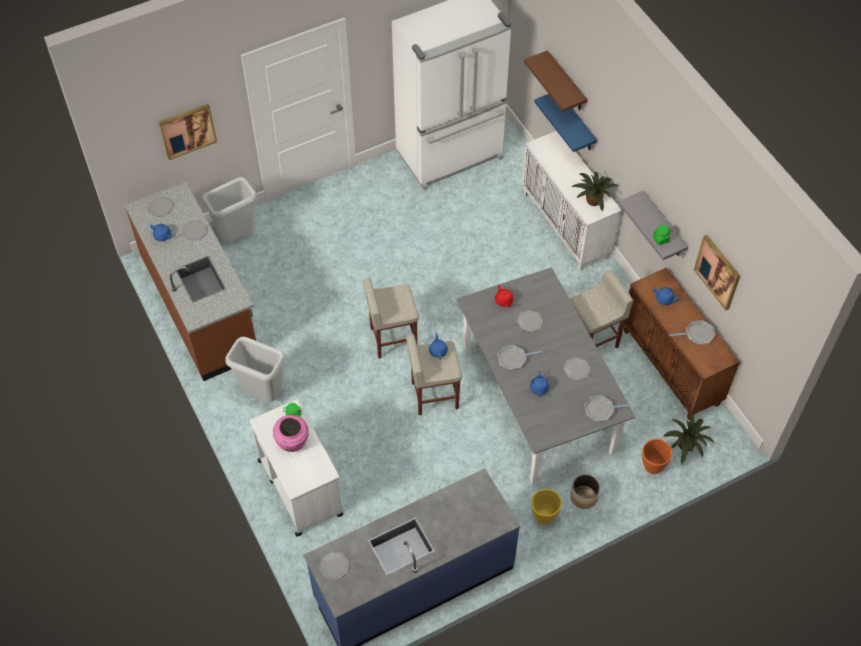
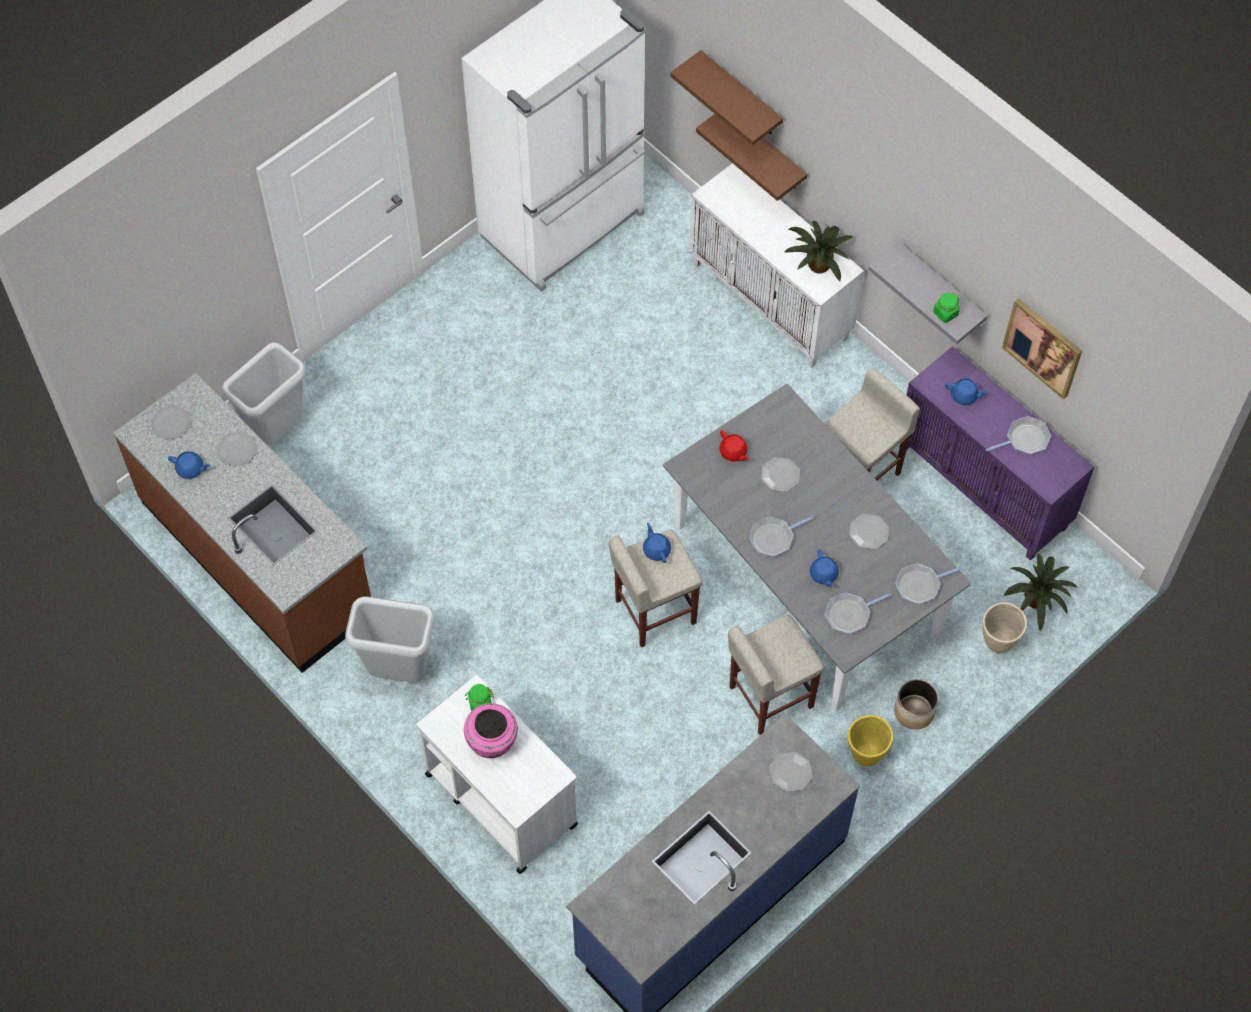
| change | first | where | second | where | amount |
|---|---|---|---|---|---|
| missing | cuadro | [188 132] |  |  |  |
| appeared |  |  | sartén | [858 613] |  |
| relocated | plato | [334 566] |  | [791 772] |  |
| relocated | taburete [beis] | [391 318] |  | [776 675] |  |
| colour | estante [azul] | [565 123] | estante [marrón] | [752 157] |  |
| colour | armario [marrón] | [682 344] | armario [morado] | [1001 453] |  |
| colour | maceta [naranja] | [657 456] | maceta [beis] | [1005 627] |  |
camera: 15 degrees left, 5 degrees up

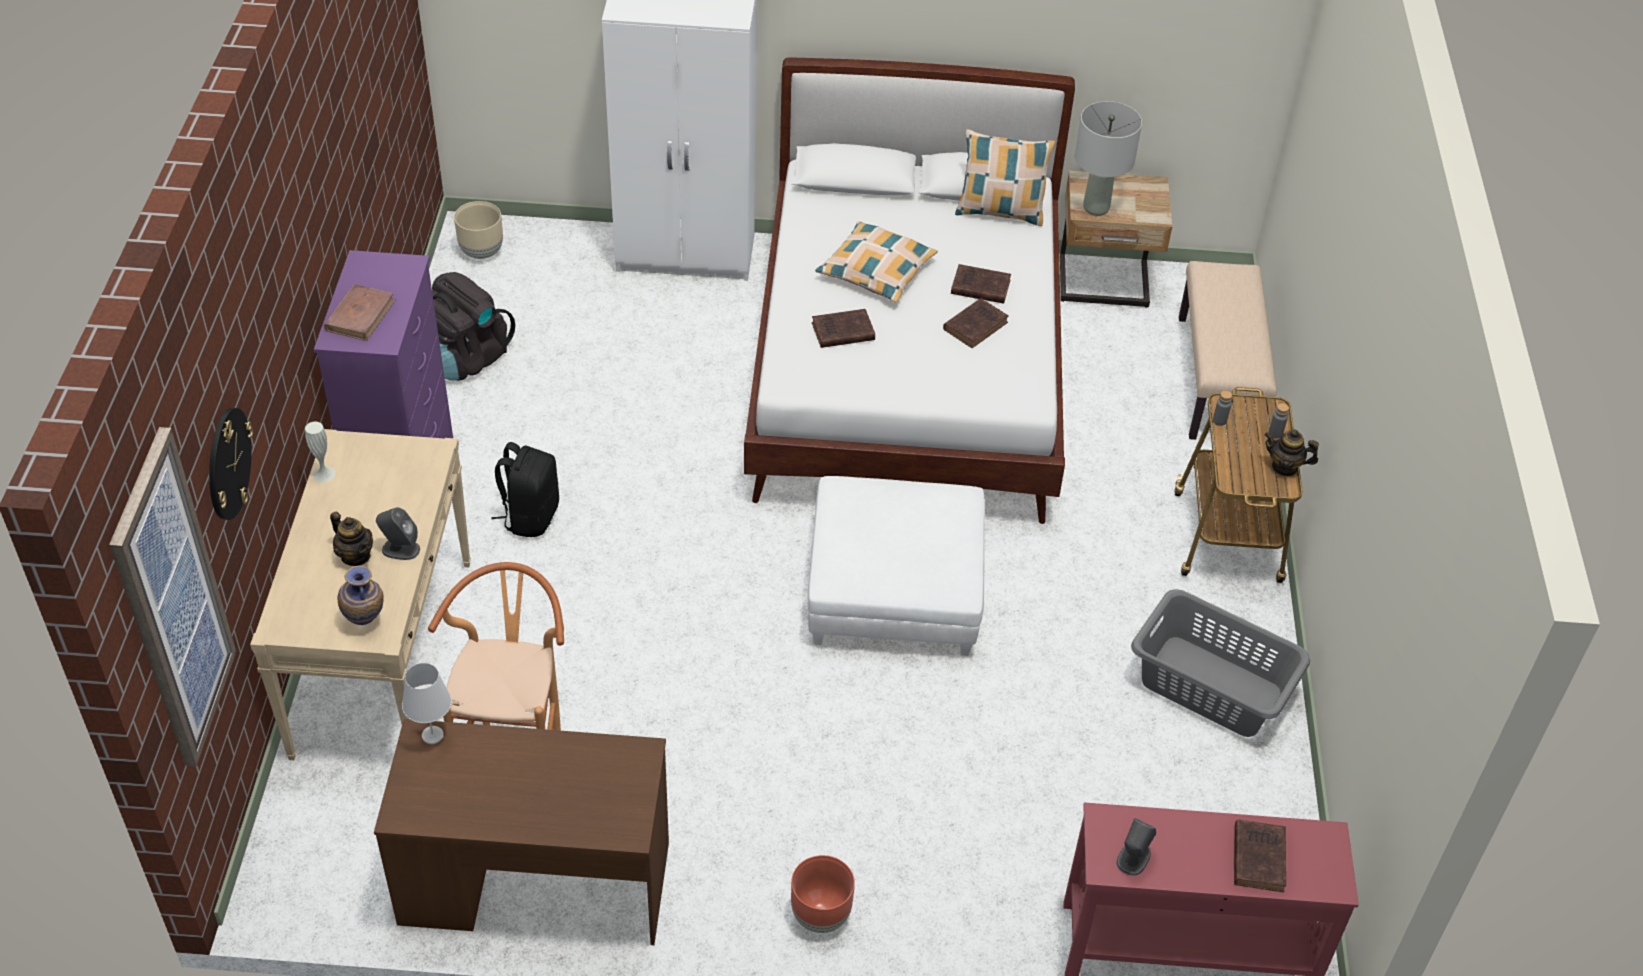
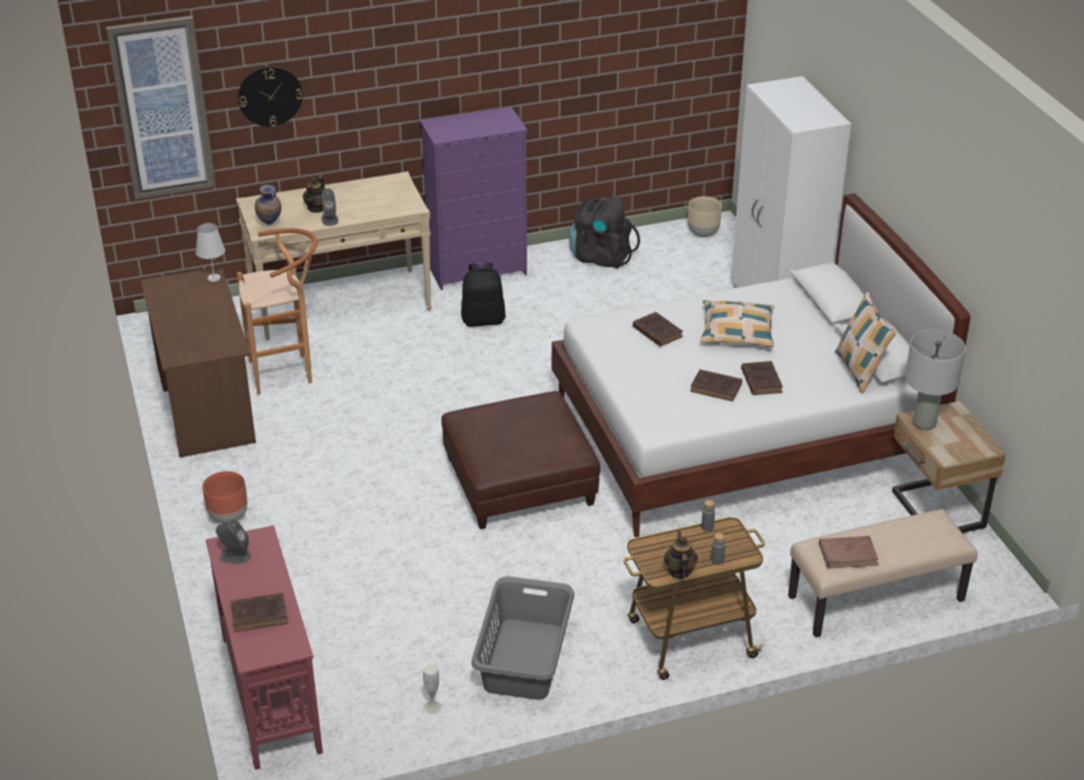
| change | first | where | second | where | amount |
|---|---|---|---|---|---|
| relocated | florero [blanco] | [320 452] |  | [432 689] |  |
| relocated | libro [marrón] | [360 312] |  | [849 552] |  |
| colour | puf [blanco] | [896 566] | puf [marrón] | [520 460] |  |
camera: 70 degrees right, 10 degrees down

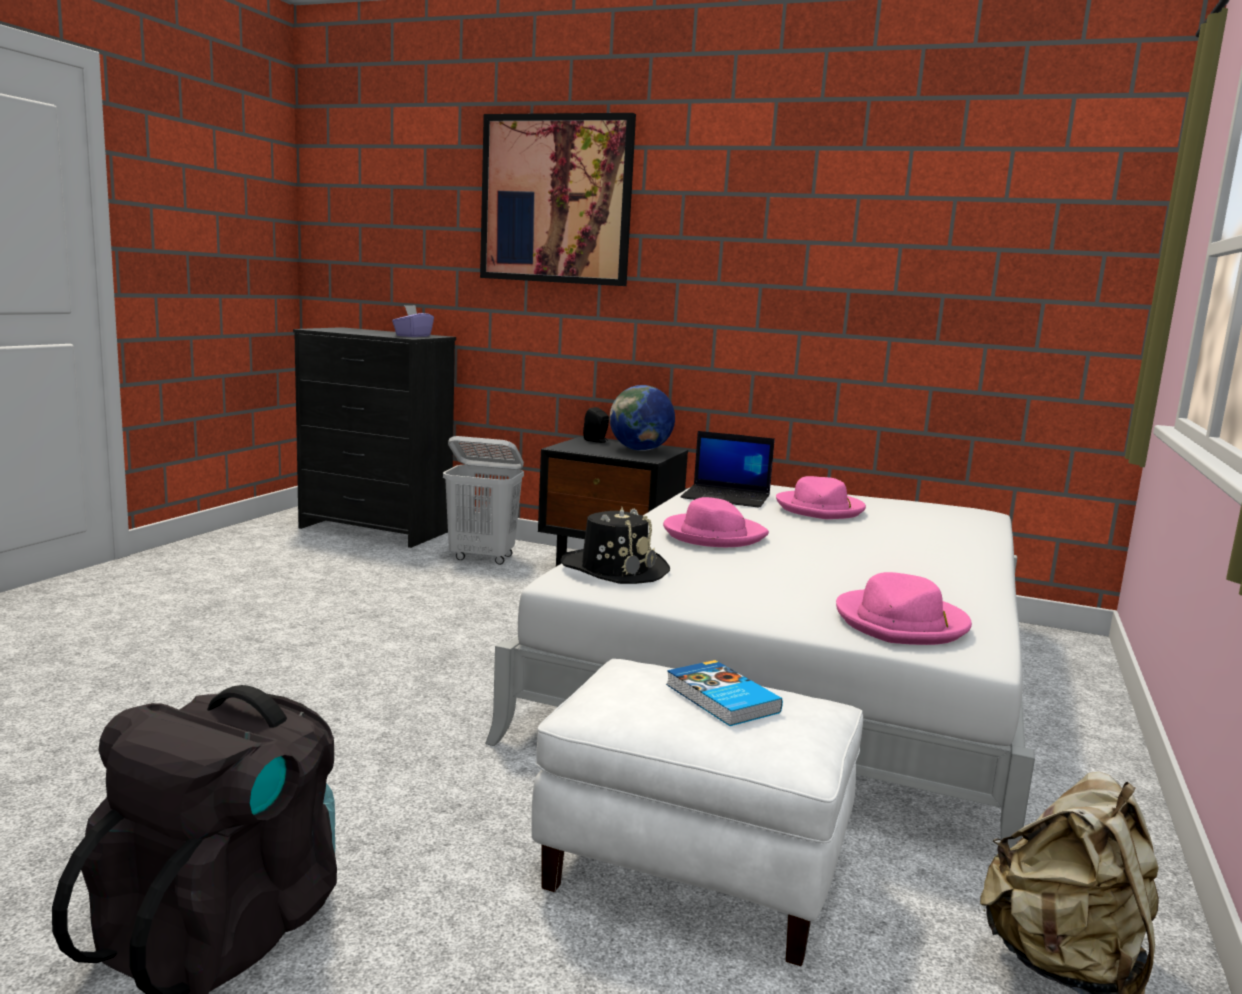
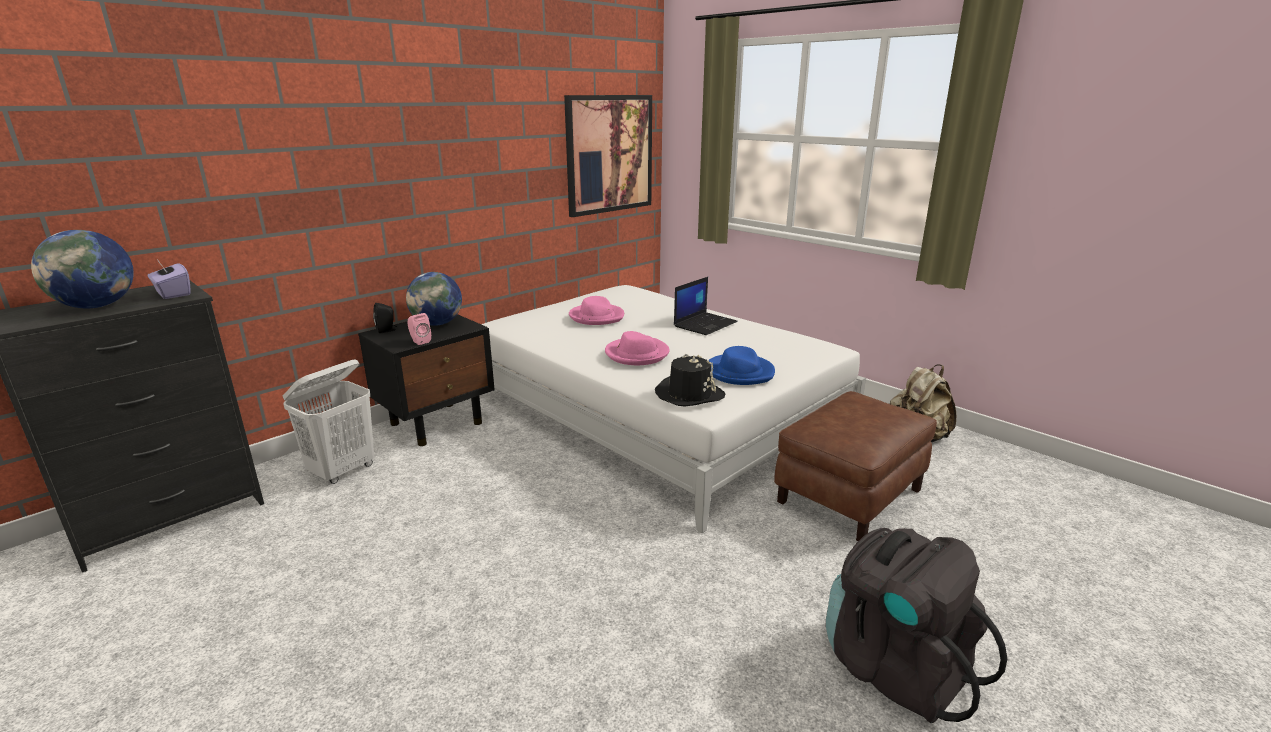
| change | first | where | second | where | amount |
|---|---|---|---|---|---|
| missing | libro | [724 693] |  |  |  |
| missing | sombrero [rosa] | [904 608] |  |  |  |
| appeared |  |  | globo terráqueo | [82 269] |  |
| appeared |  |  | altavoz [rosa] | [419 329] |  |
| appeared |  |  | sombrero [azul] | [741 365] |  |
| relocated | cuadro | [558 199] |  | [608 156] |  |
| relocated | portátil | [728 469] |  | [706 306] |  |
| colour | puf [blanco] | [697 812] | puf [marrón] | [855 466] |  |
camera: 65 degrees left, 10 degrees up

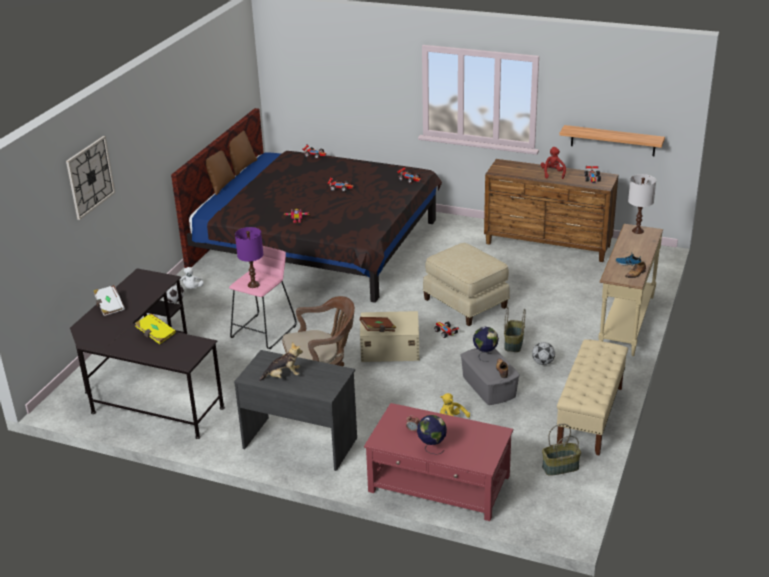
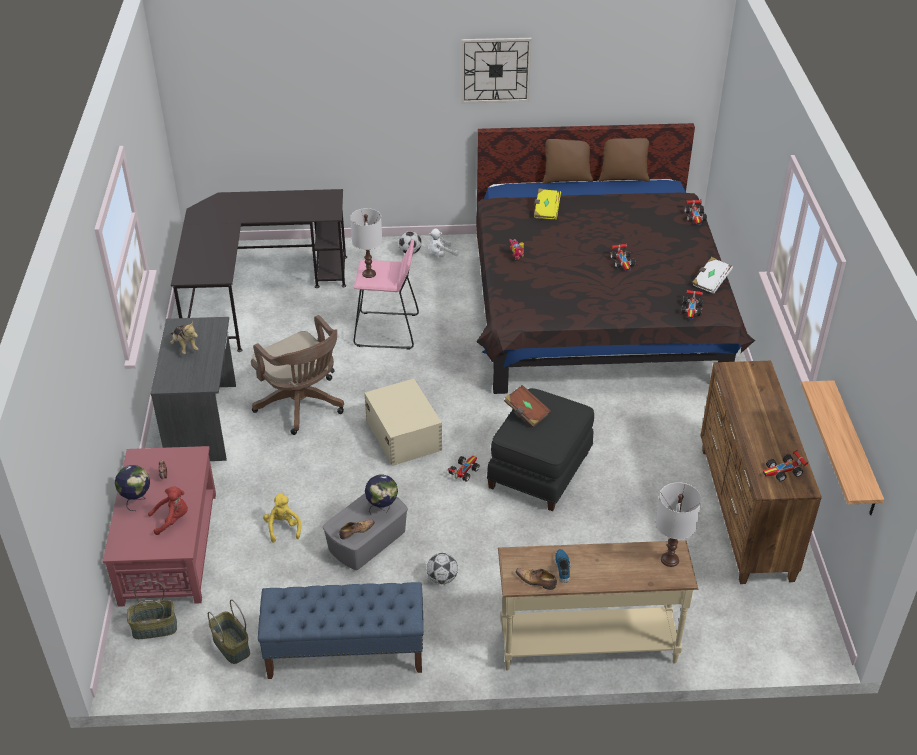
| change | first | where | second | where | amount |
|---|---|---|---|---|---|
| relocated | reloj de pared | [90 178] |  | [497 70] |  |
| relocated | libro [blanco] | [109 300] |  | [713 275] |  |
| relocated | libro [amarillo] | [155 328] |  | [547 204] |  |
| relocated | libro [marrón] | [378 324] |  | [527 406] |  |
| relocated | cesta | [514 329] |  | [152 610] |  |
| relocated | peluche [rojo] | [553 163] |  | [168 510] |  |
| colour | lámpara de mesa [morado] | [249 257] | lámpara de mesa [blanco] | [366 243] |  |
| colour | puf [beis] | [466 284] | puf [negro] | [540 449] |  |
| colour | banco [beis] | [592 398] | banco [azul] | [341 630] |  |
camera: 65 degrees right, 10 degrees up

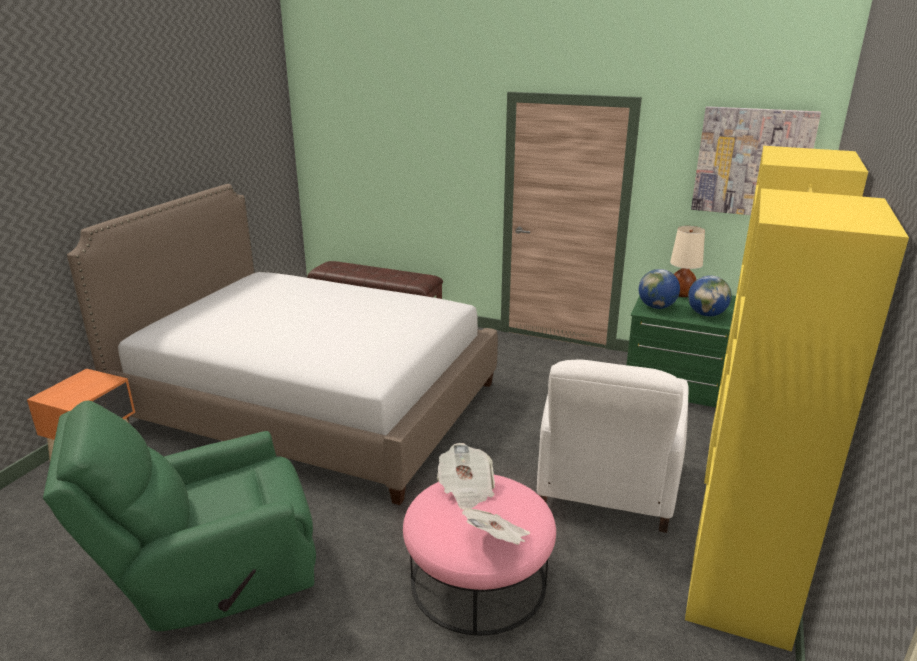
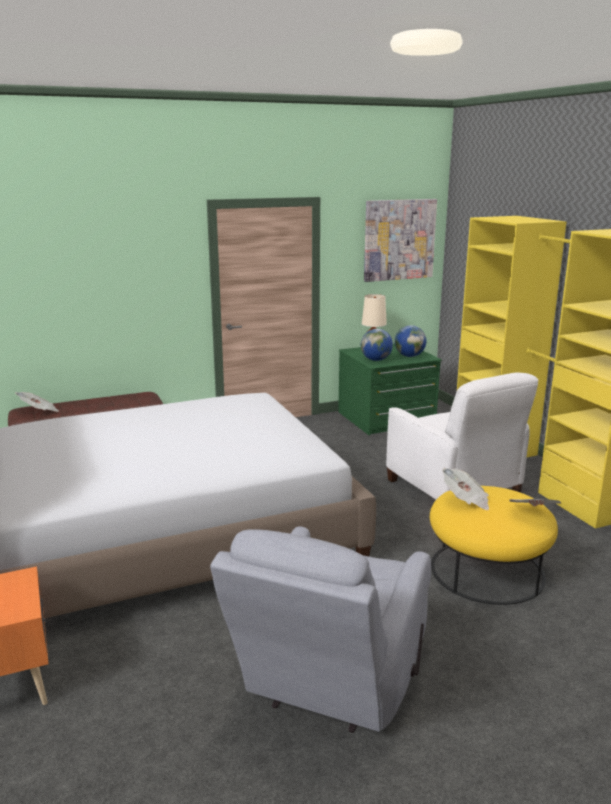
| change | first | where | second | where | amount |
|---|---|---|---|---|---|
| appeared |  |  | periódico | [37 402] |  |
| colour | sillón [verde] | [179 516] | sillón [gris] | [320 629] |  |
| colour | puf [rosa] | [479 555] | puf [amarillo] | [494 545] |  |
camera: 45 degrees left, 5 degrees down

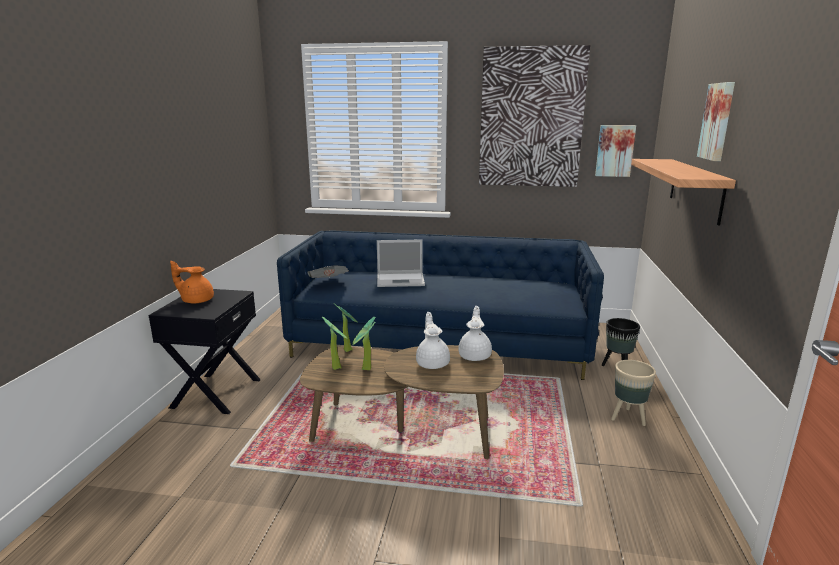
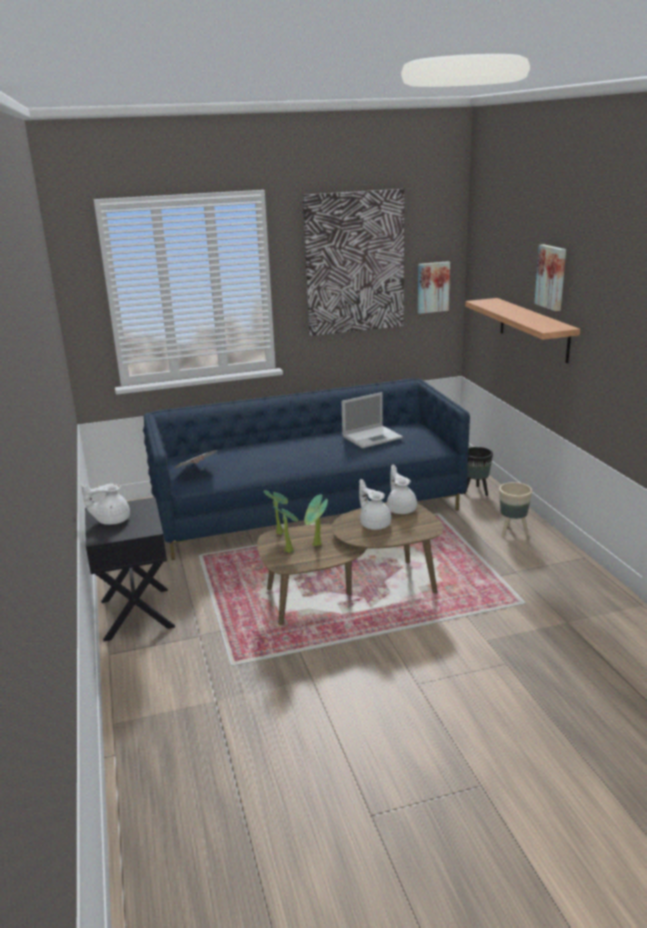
| change | first | where | second | where | amount |
|---|---|---|---|---|---|
| relocated | portátil | [401 263] |  | [372 420] |  |
| colour | tetera [naranja] | [192 282] | tetera [blanco] | [105 504] |  |
camera: 25 degrees left, 5 degrees up

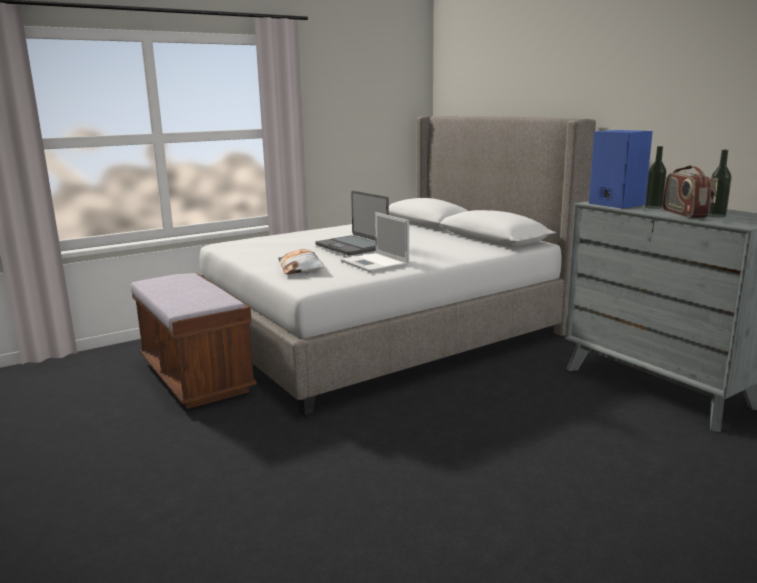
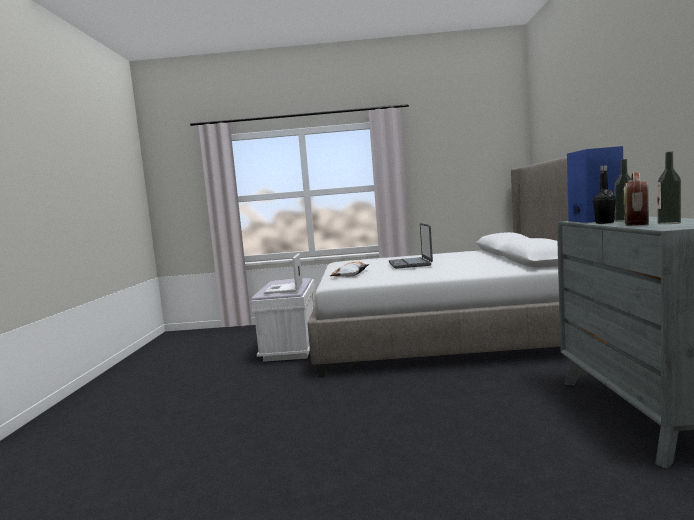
| change | first | where | second | where | amount |
|---|---|---|---|---|---|
| appeared |  |  | botella [negro] | [604 194] |  |
| relocated | portátil | [374 242] |  | [283 273] |  |
| colour | banco [marrón] | [194 341] | banco [blanco] | [283 320] |  |
camera: 35 degrees right, 10 degrees down

